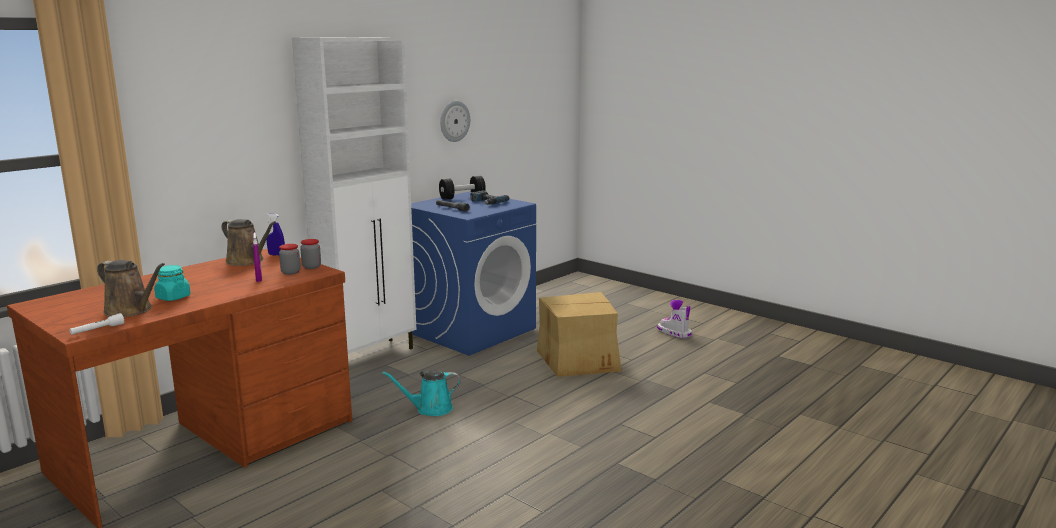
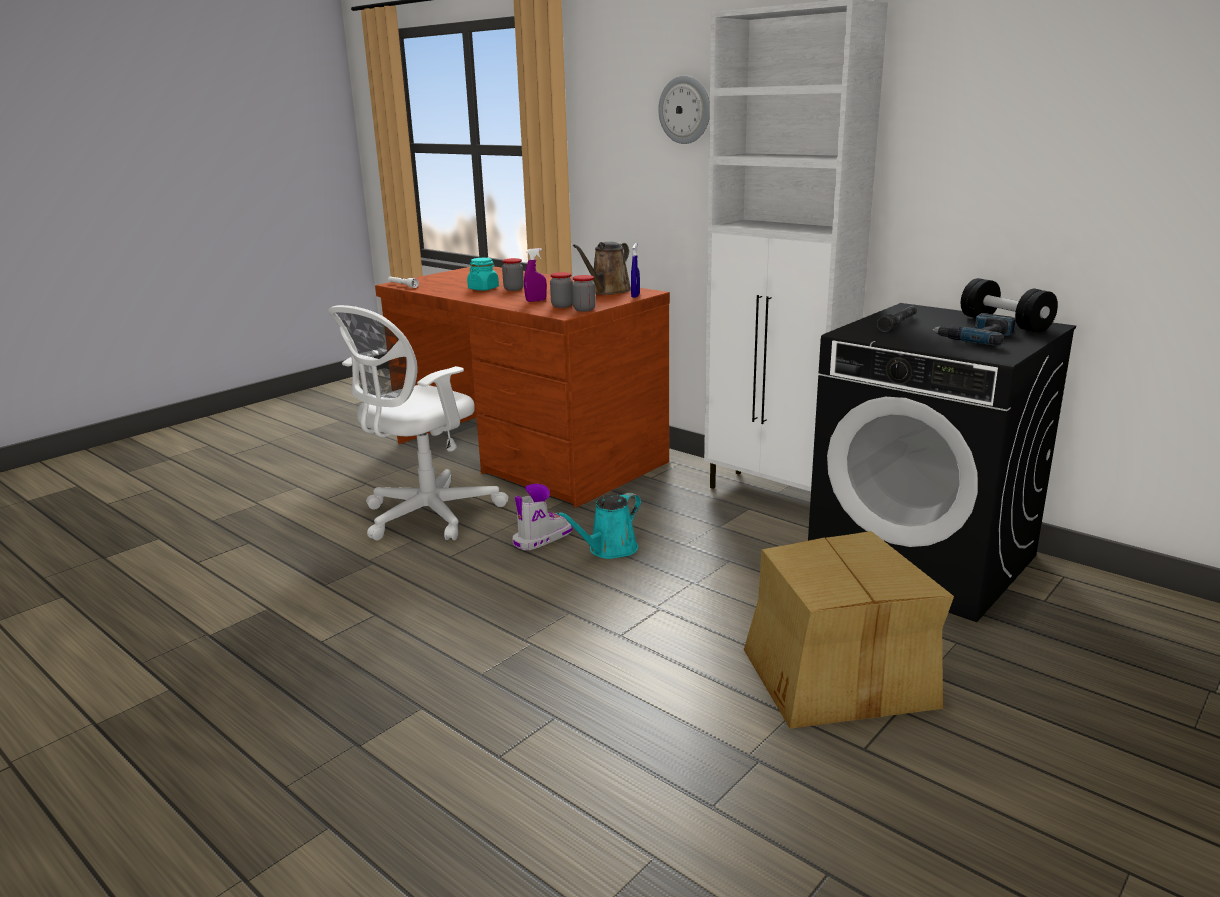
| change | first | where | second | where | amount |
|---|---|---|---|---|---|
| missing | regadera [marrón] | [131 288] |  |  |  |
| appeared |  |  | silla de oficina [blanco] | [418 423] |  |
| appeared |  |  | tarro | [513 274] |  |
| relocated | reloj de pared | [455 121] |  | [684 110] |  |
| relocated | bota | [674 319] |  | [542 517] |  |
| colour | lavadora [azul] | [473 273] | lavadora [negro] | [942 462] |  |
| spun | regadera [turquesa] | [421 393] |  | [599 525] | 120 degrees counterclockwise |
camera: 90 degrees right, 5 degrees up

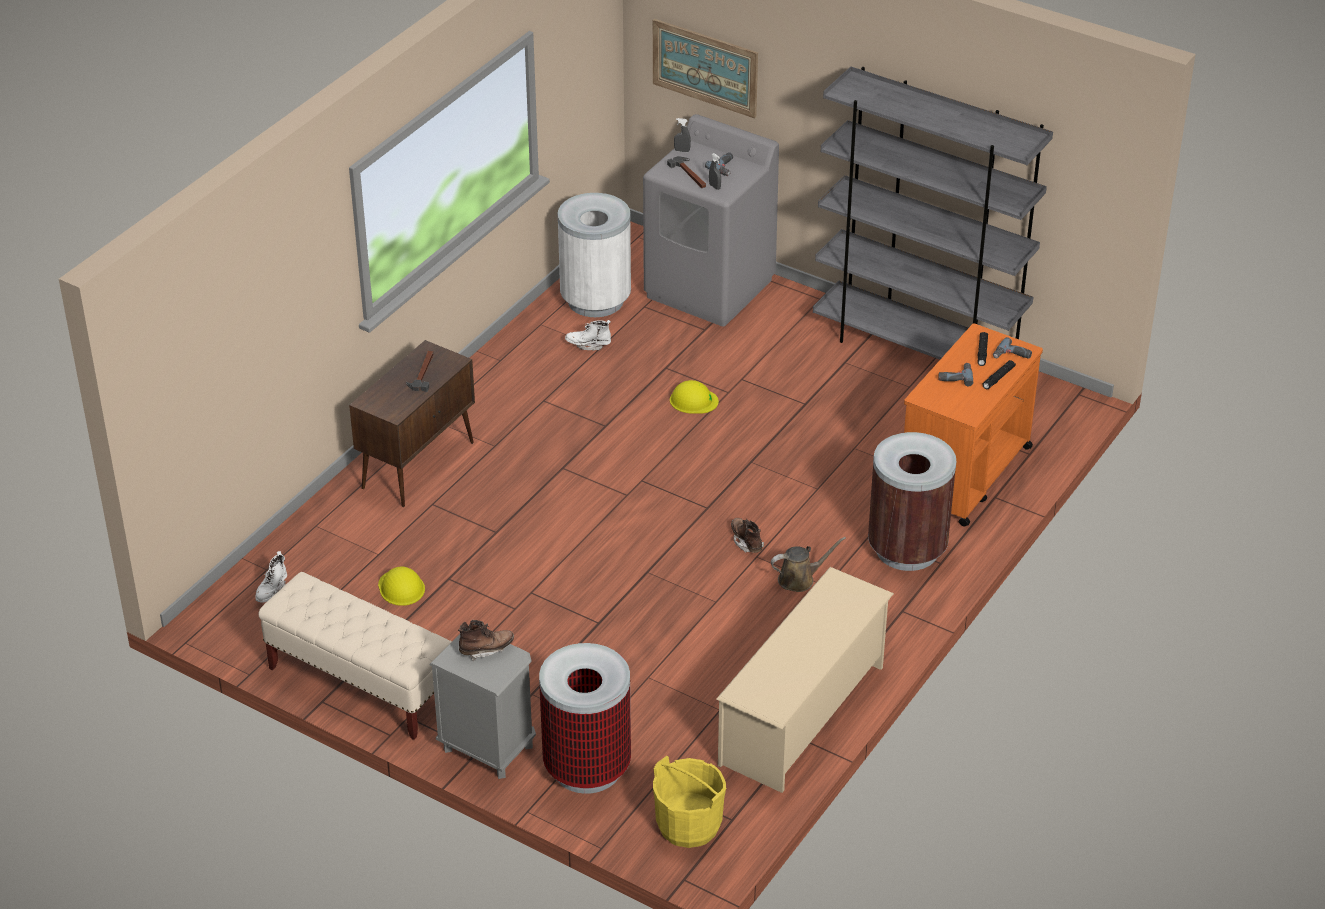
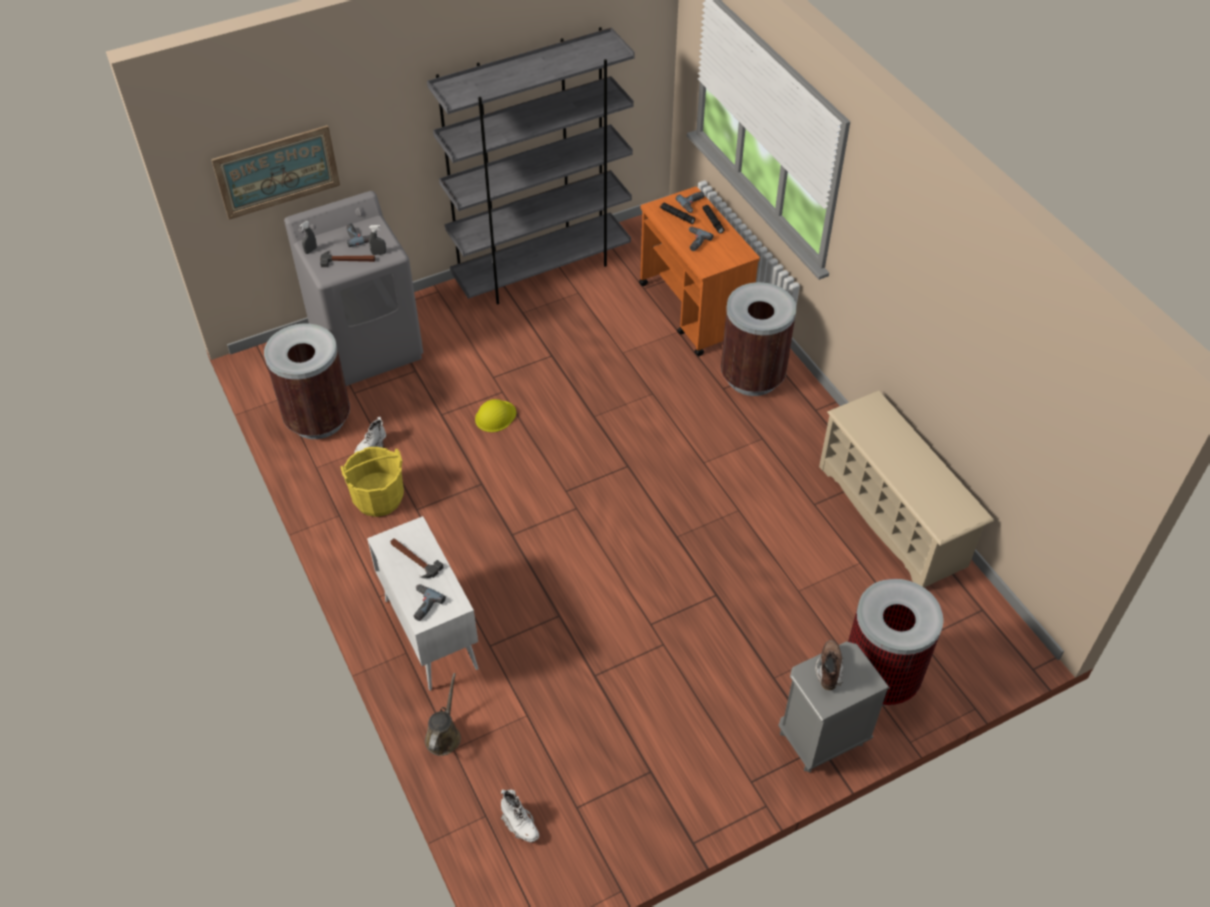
| change | first | where | second | where | amount |
|---|---|---|---|---|---|
| missing | banco [beis] | [355 656] |  |  |  |
| missing | casco [amarillo] | [401 586] |  |  |  |
| missing | bota [marrón] | [747 535] |  |  |  |
| appeared |  |  | taladro | [430 602] |  |
| relocated | cubo [amarillo] | [689 802] |  | [372 482] |  |
| relocated | regadera [marrón] | [808 564] |  | [443 714] |  |
| colour | armario [marrón] | [412 423] | armario [blanco] | [423 603] |  |
| colour | papelera [blanco] | [594 255] | papelera [marrón] | [307 381] |  |
camera: 60 degrees left, 10 degrees up

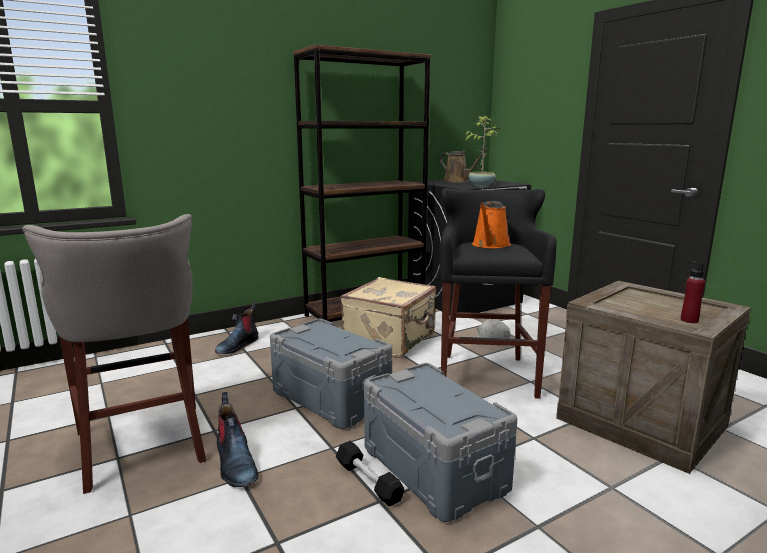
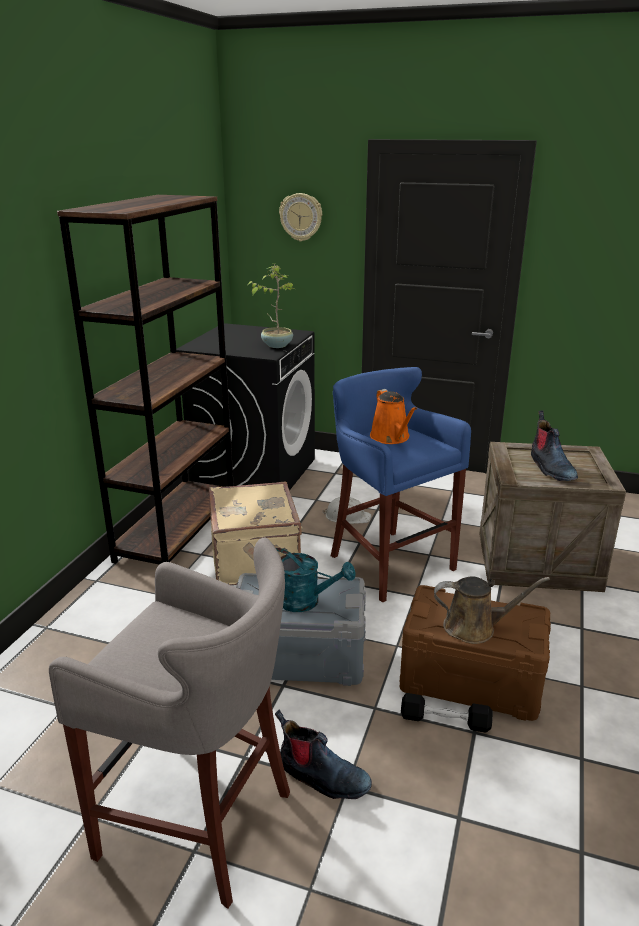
| change | first | where | second | where | amount |
|---|---|---|---|---|---|
| missing | botella [rojo] | [693 292] |  |  |  |
| appeared |  |  | regadera [turquesa] | [316 580] |  |
| appeared |  |  | reloj de pared | [300 217] |  |
| relocated | bota | [237 328] |  | [554 445] |  |
| relocated | regadera [marrón] | [464 165] |  | [492 610] |  |
| colour | caja de almacenaje [gris] | [440 442] | caja de almacenaje [marrón] | [475 653] |  |
| colour | taburete [negro] | [498 293] | taburete [azul] | [401 485] |  |
camera: 40 degrees left, 10 degrees up

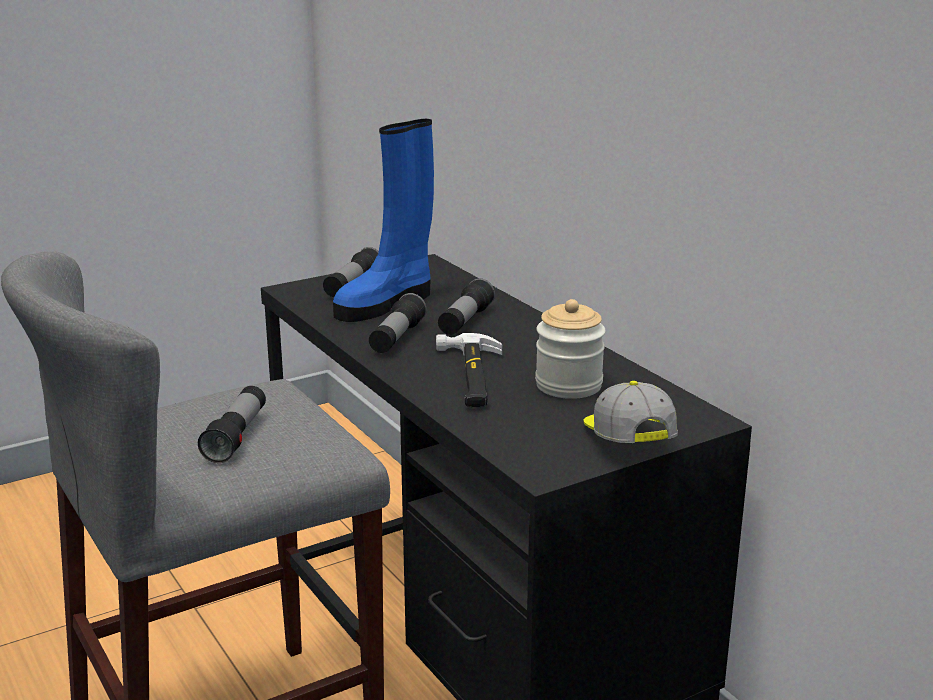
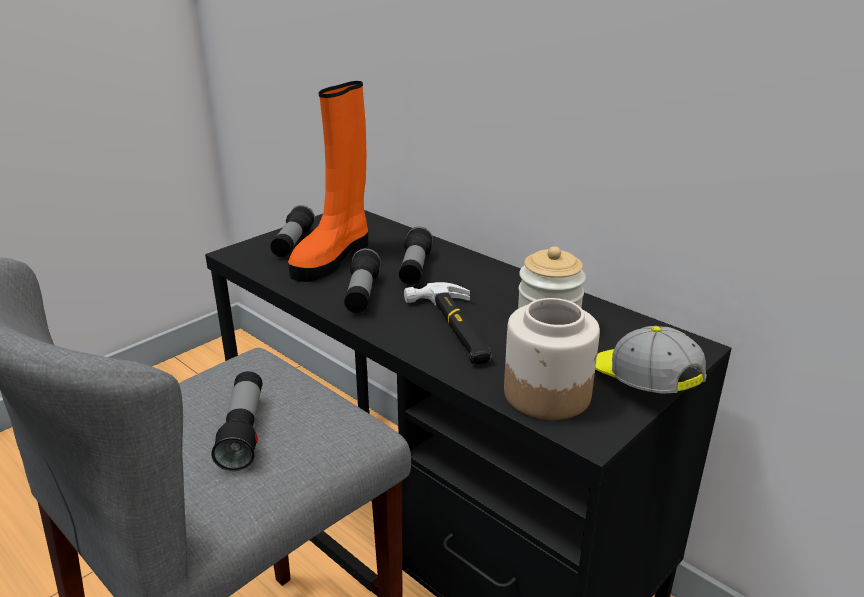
| change | first | where | second | where | amount |
|---|---|---|---|---|---|
| appeared |  |  | tarro | [552 359] |  |
| colour | bota [azul] | [383 220] | bota [naranja] | [328 181] |  |
camera: 15 degrees left, 5 degrees up

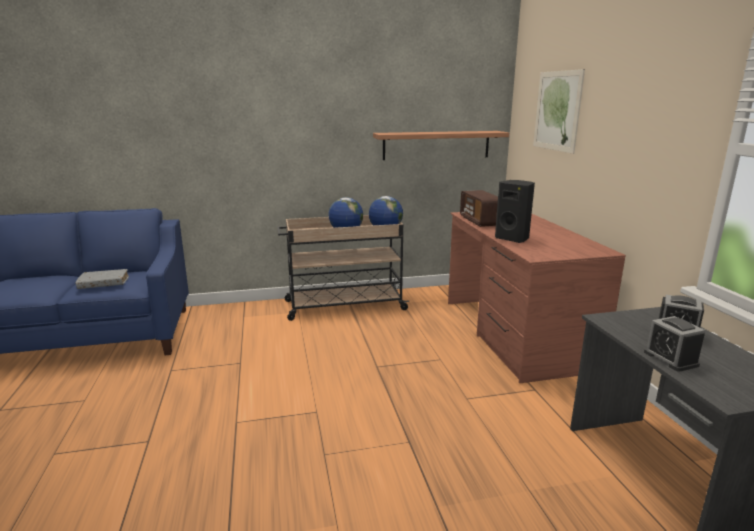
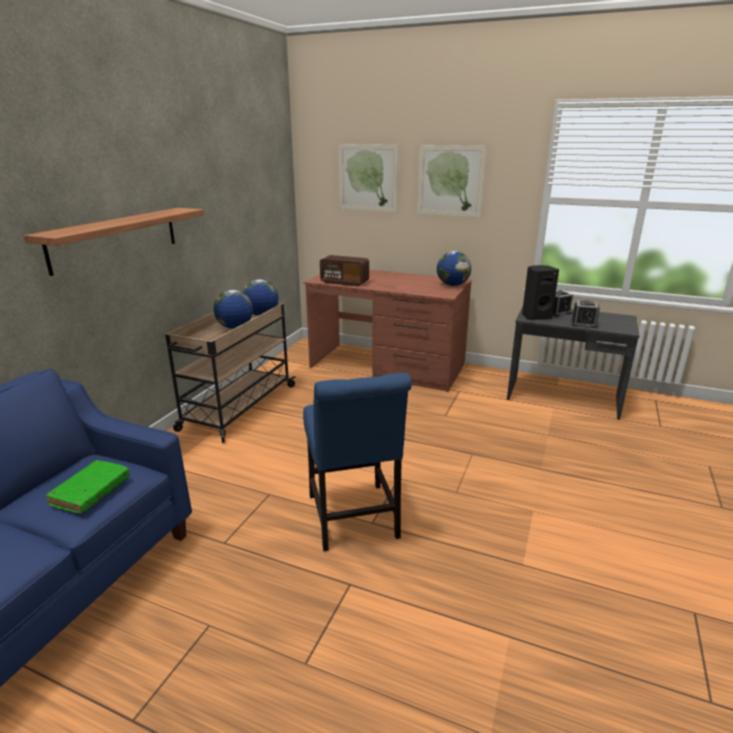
| change | first | where | second | where | amount |
|---|---|---|---|---|---|
| appeared |  |  | silla [azul] | [357 462] |  |
| appeared |  |  | cuadro | [452 181] |  |
| appeared |  |  | globo terráqueo | [454 268] |  |
| relocated | estante | [441 145] |  | [114 242] |  |
| relocated | altavoz [negro] | [515 211] |  | [540 292] |  |
| colour | libro [gris] | [102 279] | libro [verde] | [88 486] |  |
camera: 55 degrees left, 5 degrees up

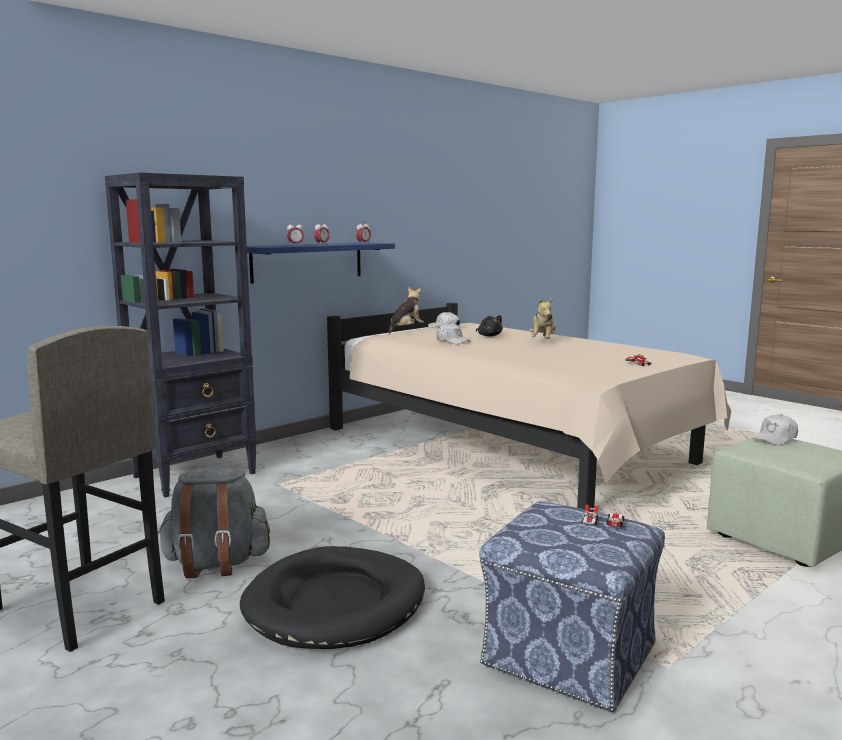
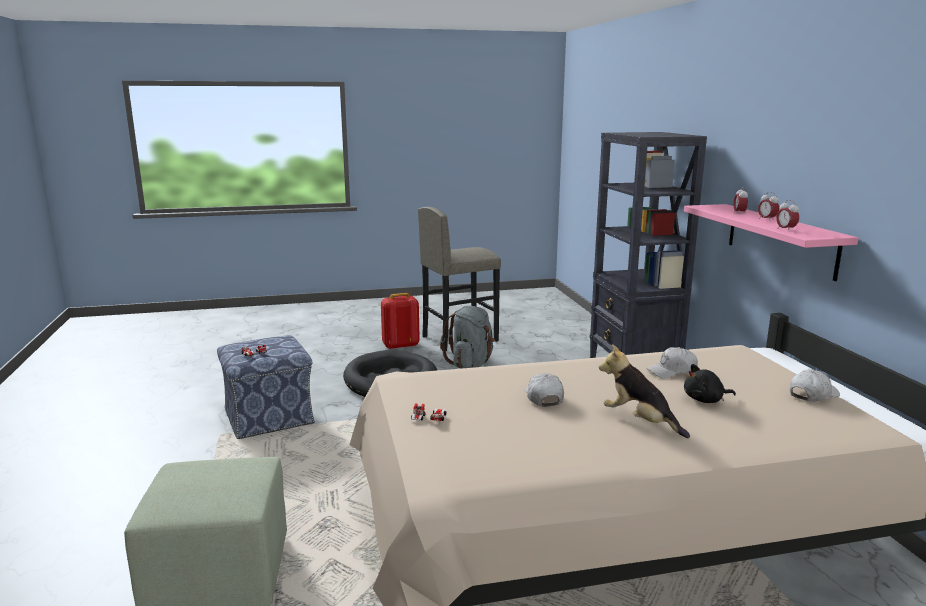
| change | first | where | second | where | amount |
|---|---|---|---|---|---|
| missing | peluche | [406 310] |  |  |  |
| appeared |  |  | mochila [rojo] | [400 321] |  |
| relocated | gorra [blanco] | [775 429] |  | [544 390] |  |
| colour | estante [azul] | [321 263] | estante [rosa] | [771 242] |  |
camera: 120 degrees right, 5 degrees up

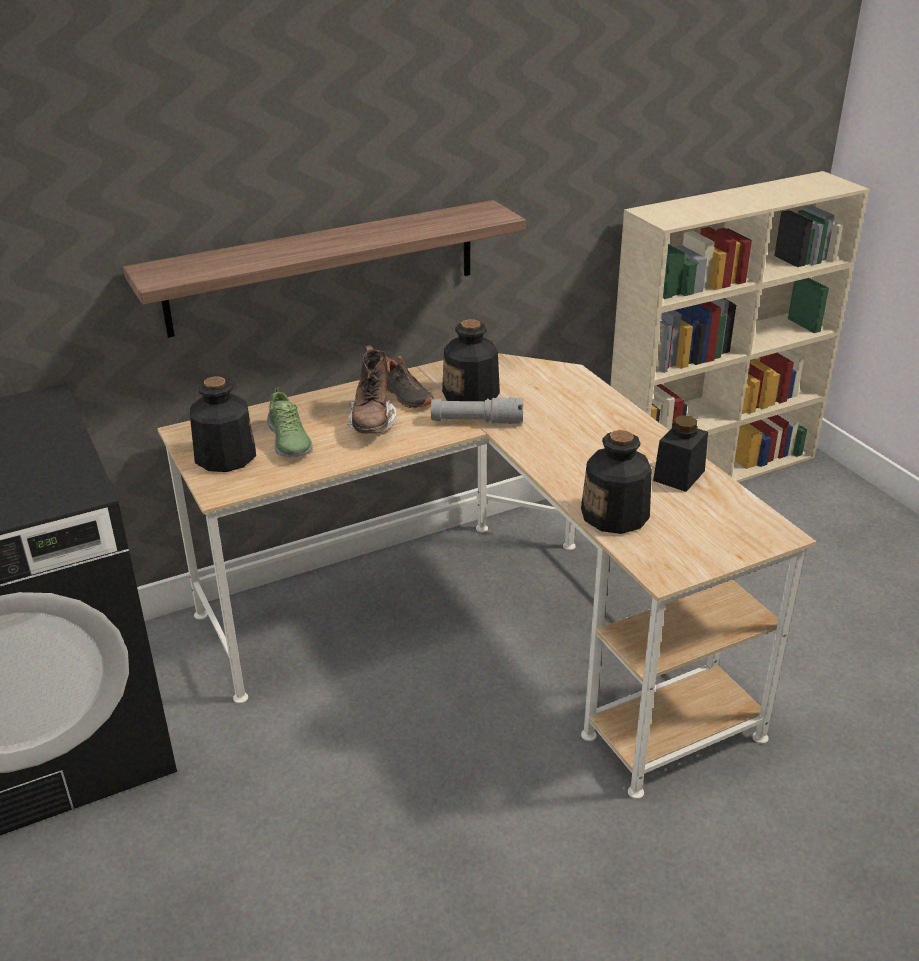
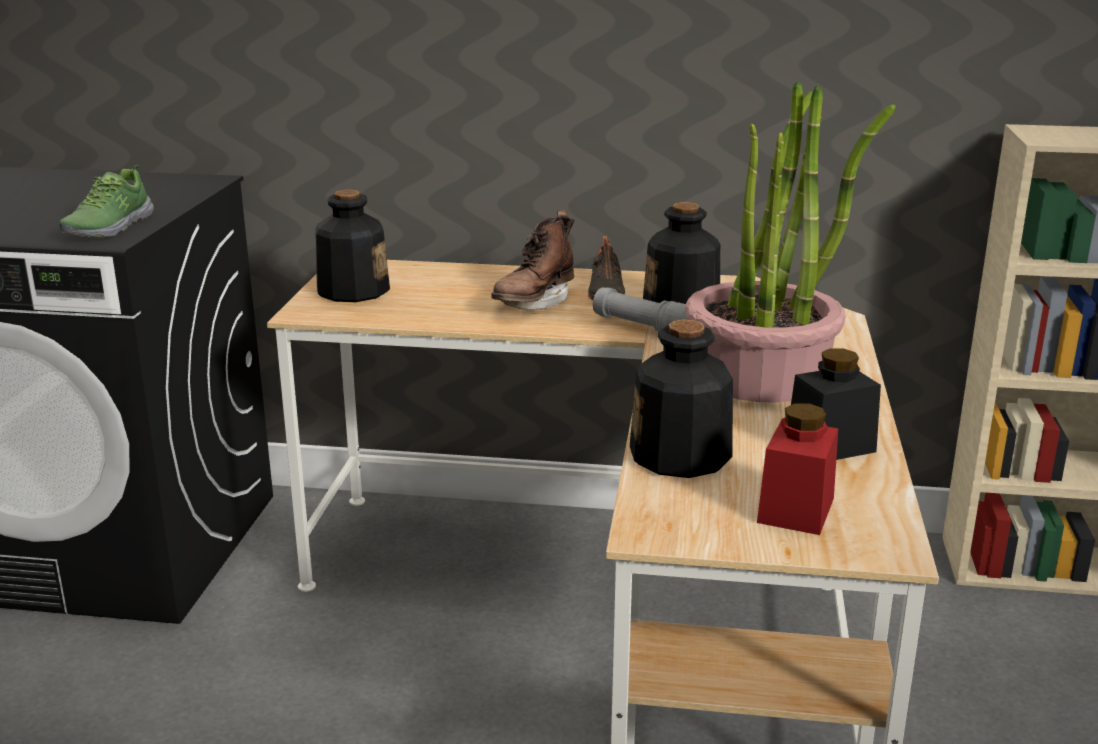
| change | first | where | second | where | amount |
|---|---|---|---|---|---|
| missing | estante | [324 269] |  |  |  |
| appeared |  |  | planta en maceta | [790 242] |  |
| appeared |  |  | tarro [rojo] | [797 469] |  |
| relocated | zapato | [290 422] |  | [106 201] |  |
camera: 35 degrees right, 10 degrees down

